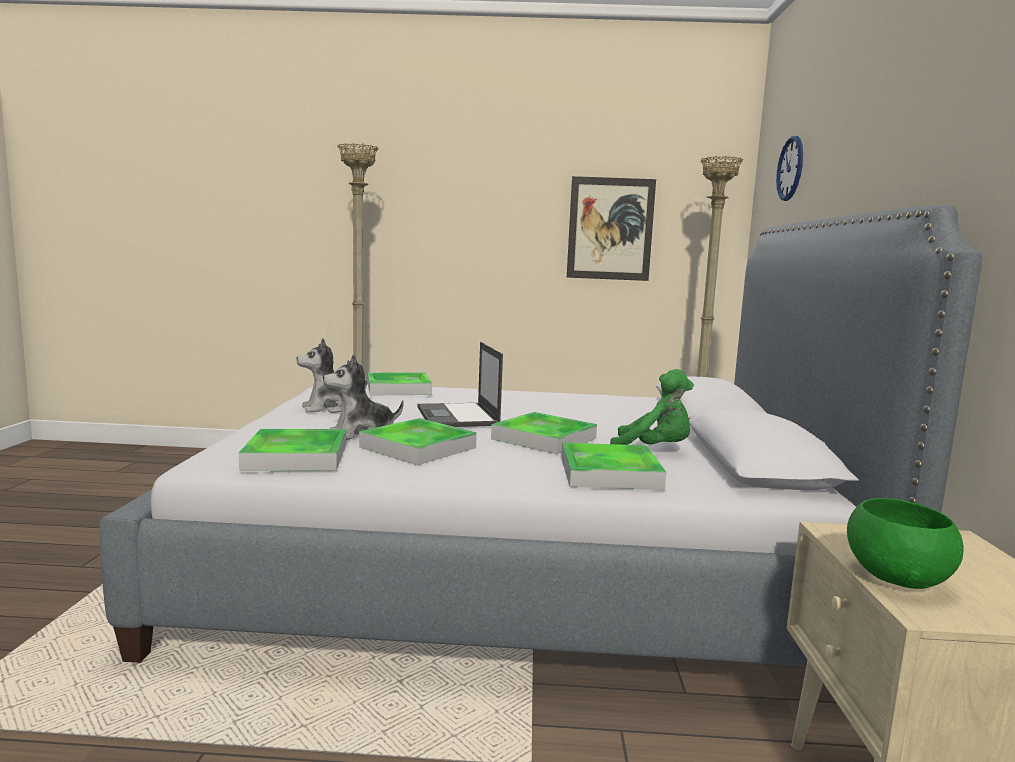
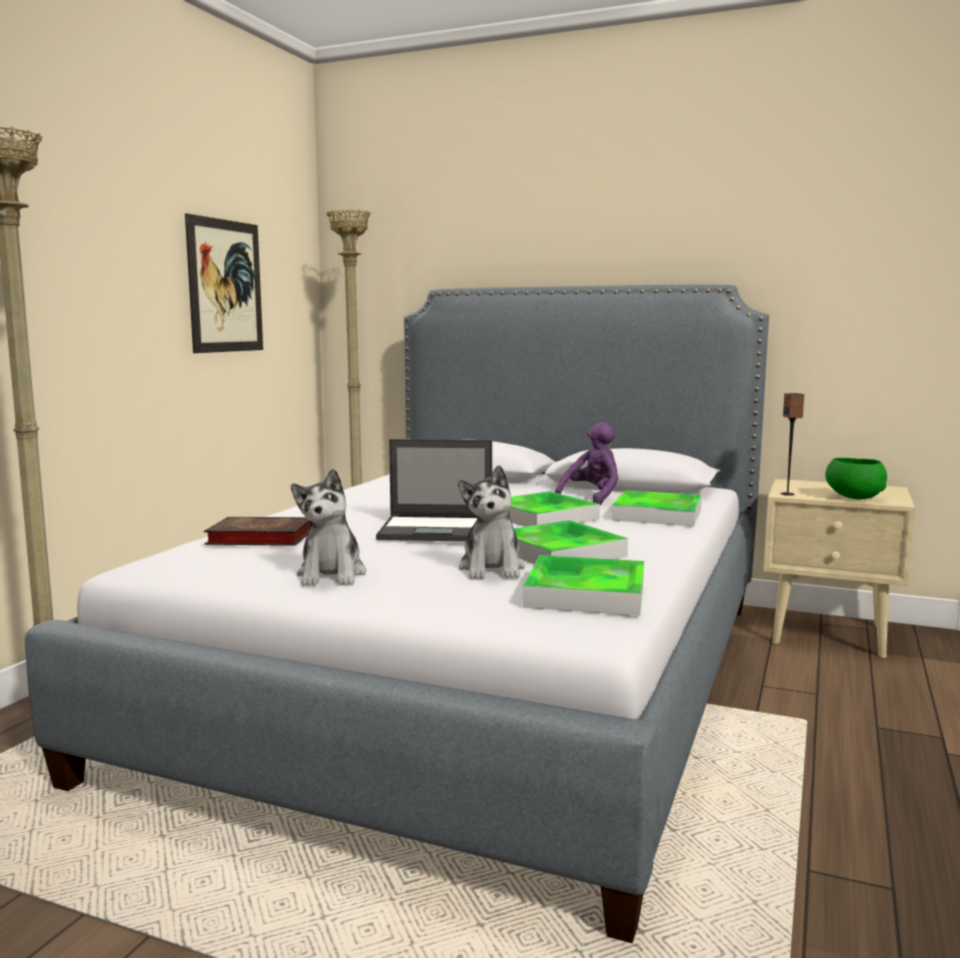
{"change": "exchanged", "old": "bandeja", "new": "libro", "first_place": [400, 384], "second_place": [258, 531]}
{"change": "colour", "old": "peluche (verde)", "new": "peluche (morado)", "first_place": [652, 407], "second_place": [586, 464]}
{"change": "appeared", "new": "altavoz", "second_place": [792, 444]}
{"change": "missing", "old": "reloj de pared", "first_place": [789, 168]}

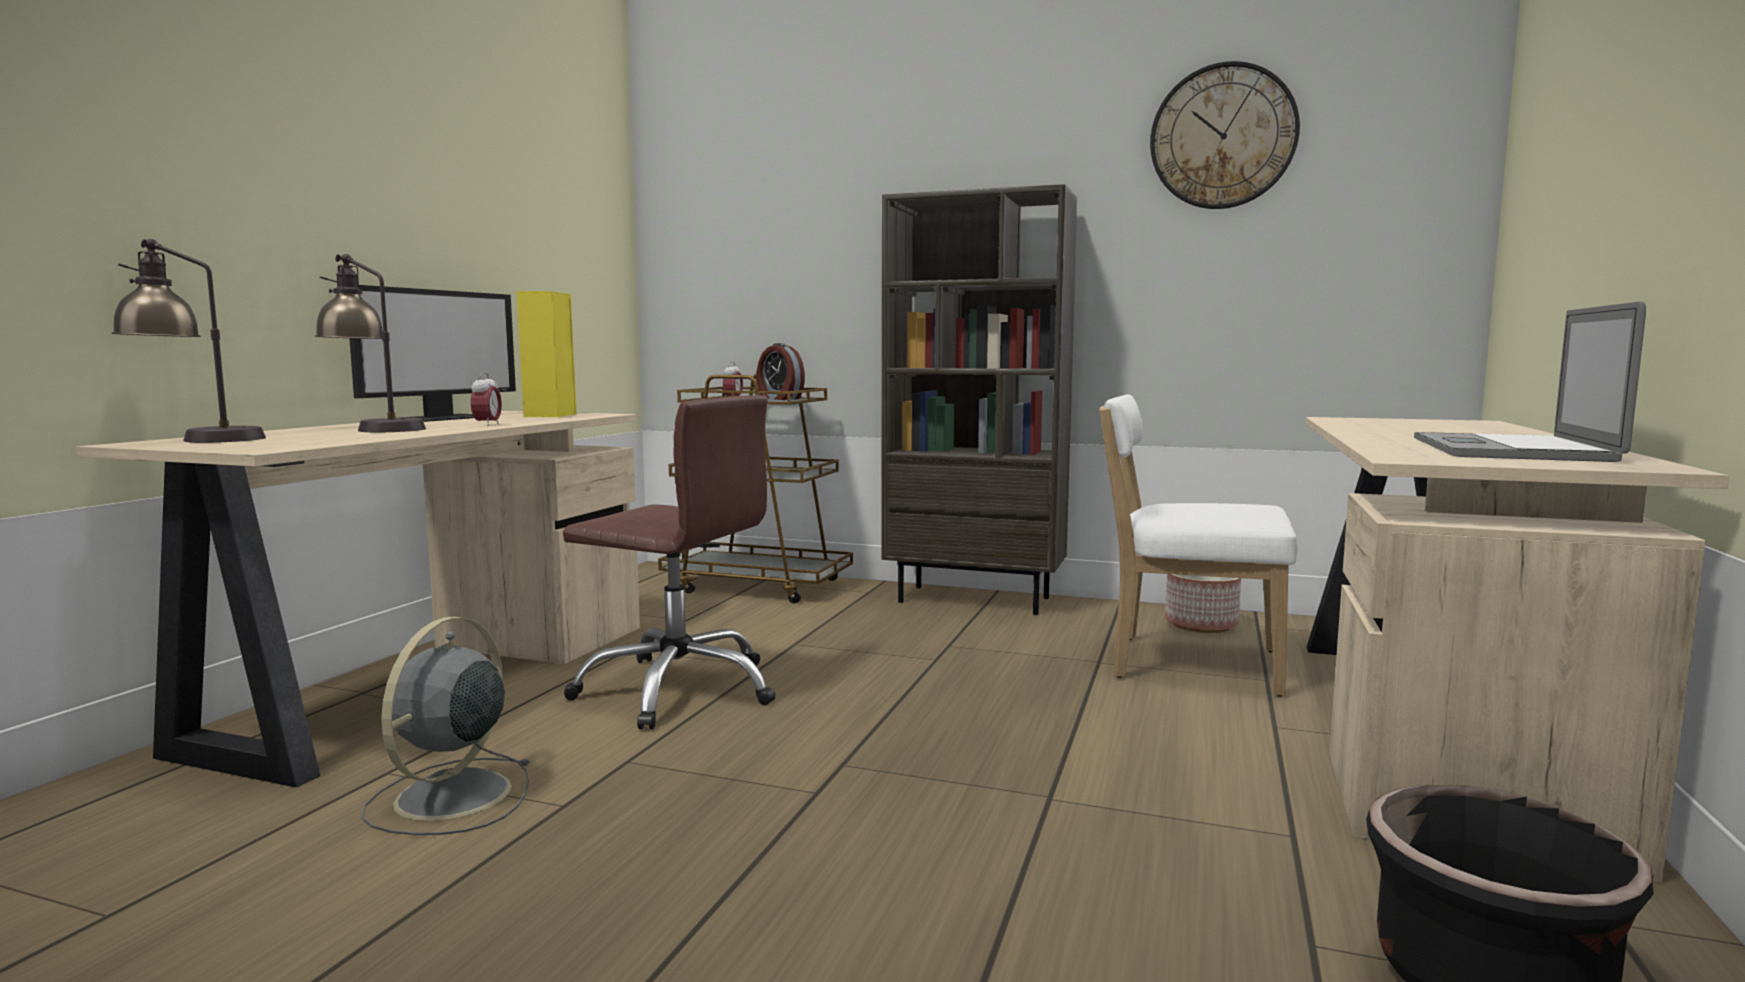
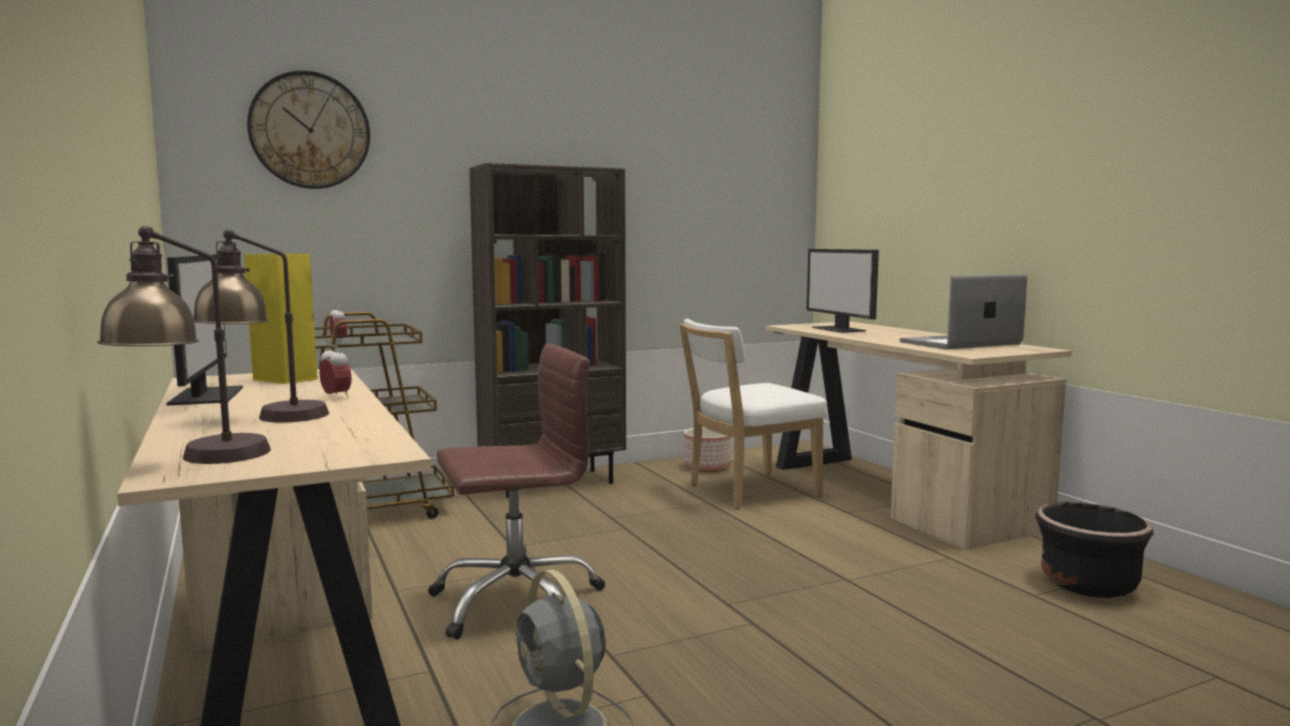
{"change": "relocated", "old": "reloj de pared", "first_place": [1225, 135], "second_place": [308, 130]}
{"change": "appeared", "new": "monitor", "second_place": [843, 291]}
{"change": "spun", "old": "portátil", "first_place": [1530, 382], "second_place": [963, 311], "degrees": 90}
{"change": "missing", "old": "despertador", "first_place": [780, 371]}

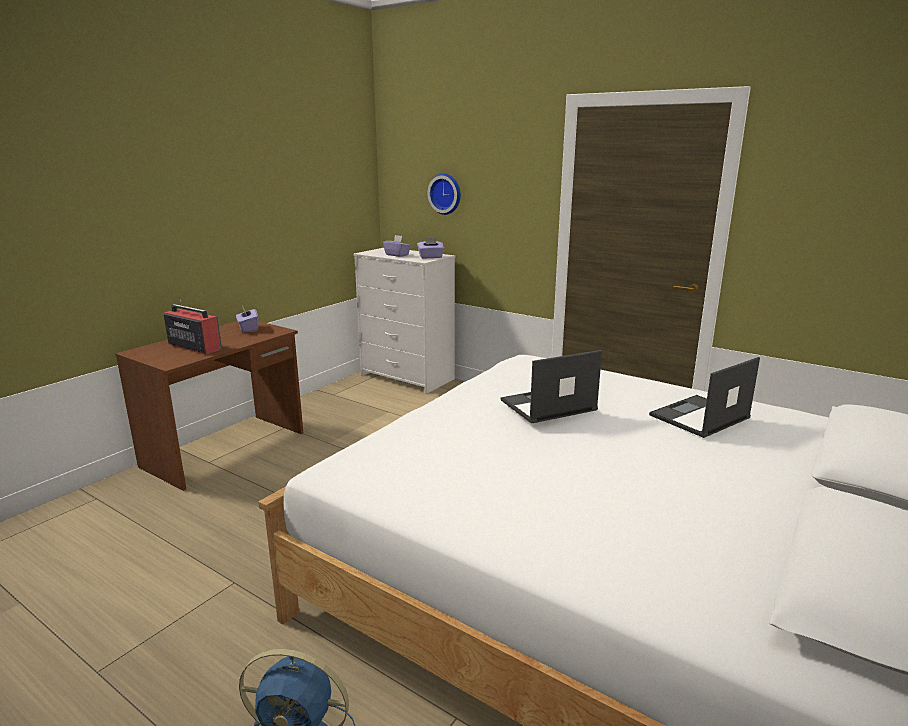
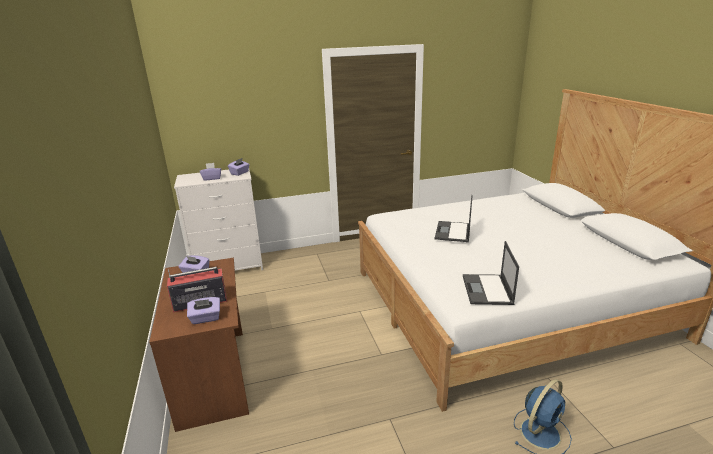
{"change": "appeared", "new": "caja de pañuelos (morado)", "second_place": [203, 310]}
{"change": "relocated", "old": "portátil", "first_place": [704, 397], "second_place": [491, 273]}
{"change": "missing", "old": "reloj de pared", "first_place": [444, 194]}

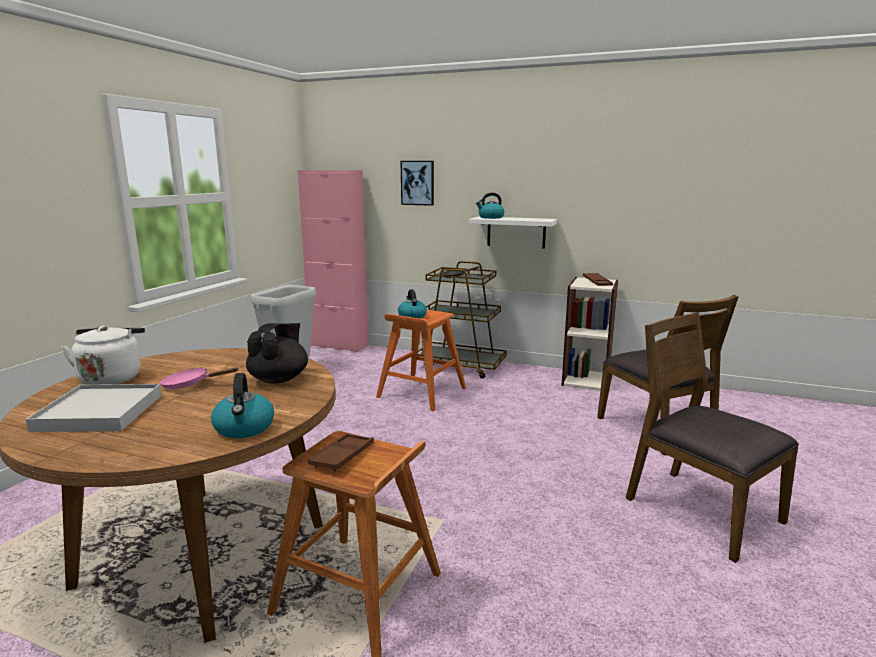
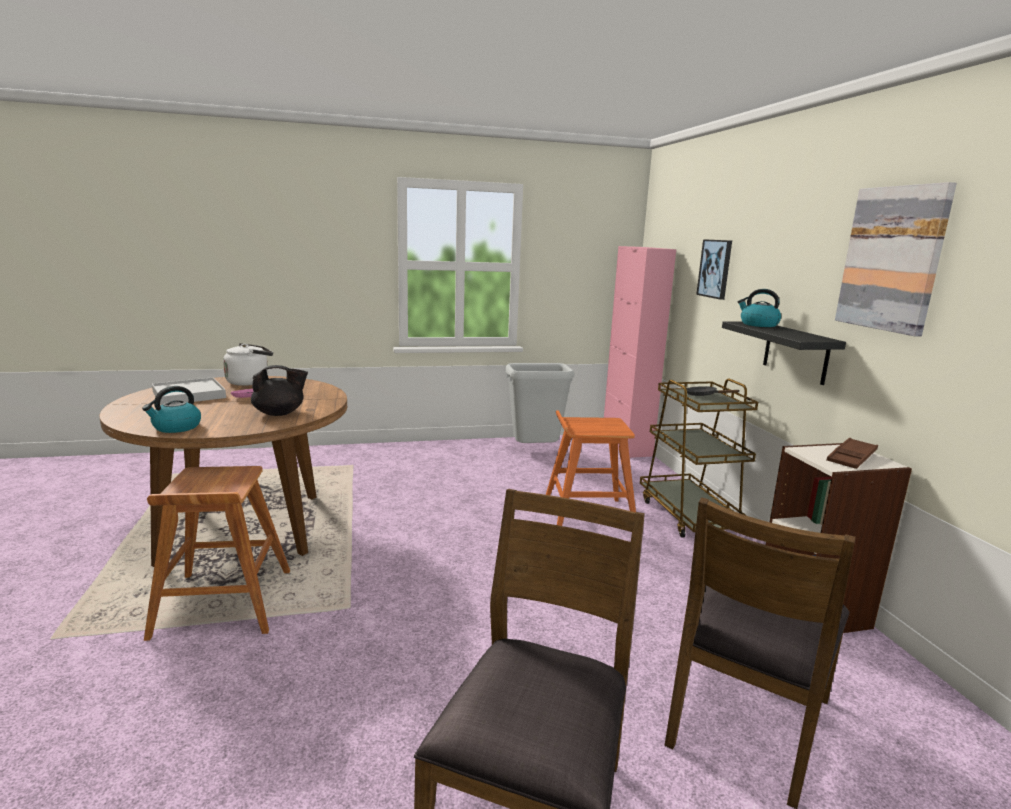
{"change": "colour", "old": "estante (blanco)", "new": "estante (negro)", "first_place": [513, 232], "second_place": [784, 353]}
{"change": "appeared", "new": "cuadro", "second_place": [896, 259]}
{"change": "missing", "old": "bandeja (marrón)", "first_place": [341, 452]}
{"change": "missing", "old": "hervidor", "first_place": [412, 304]}

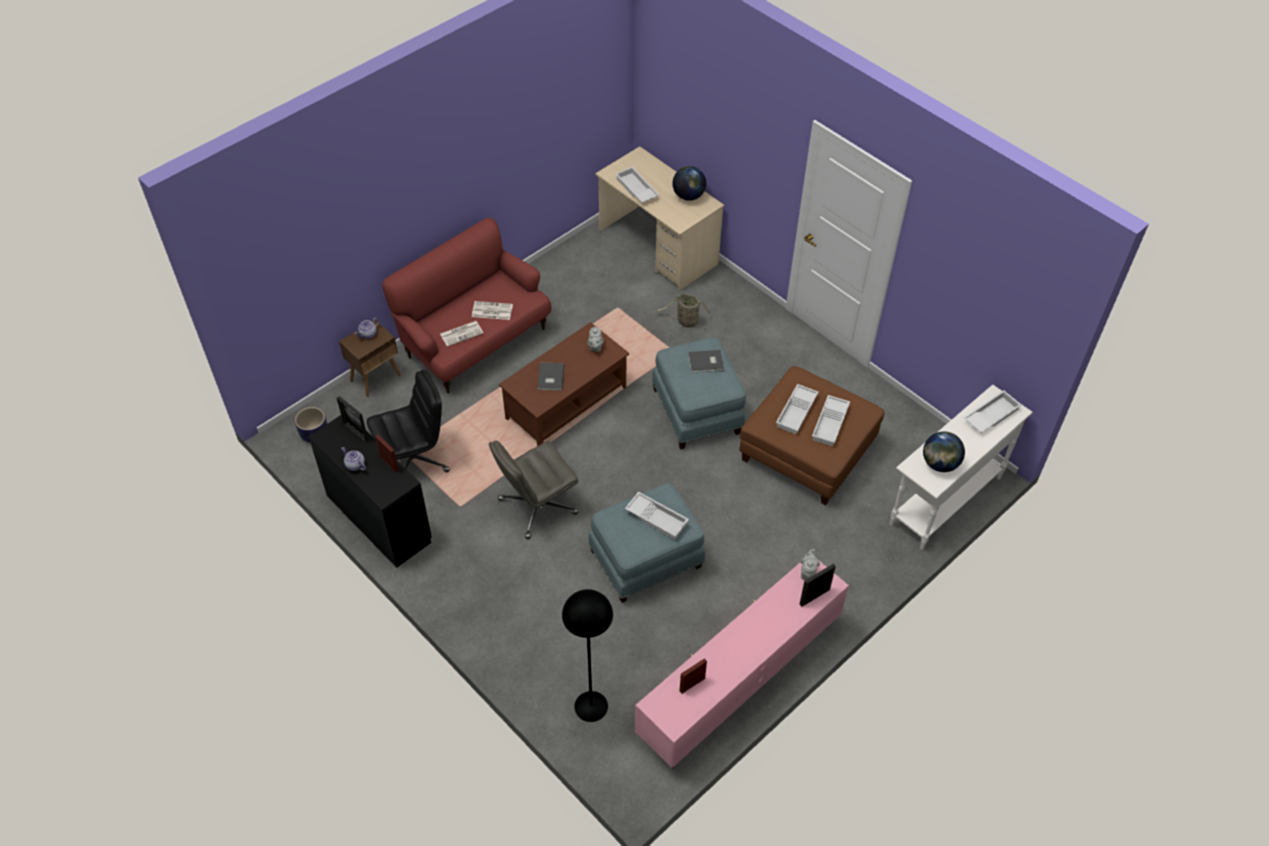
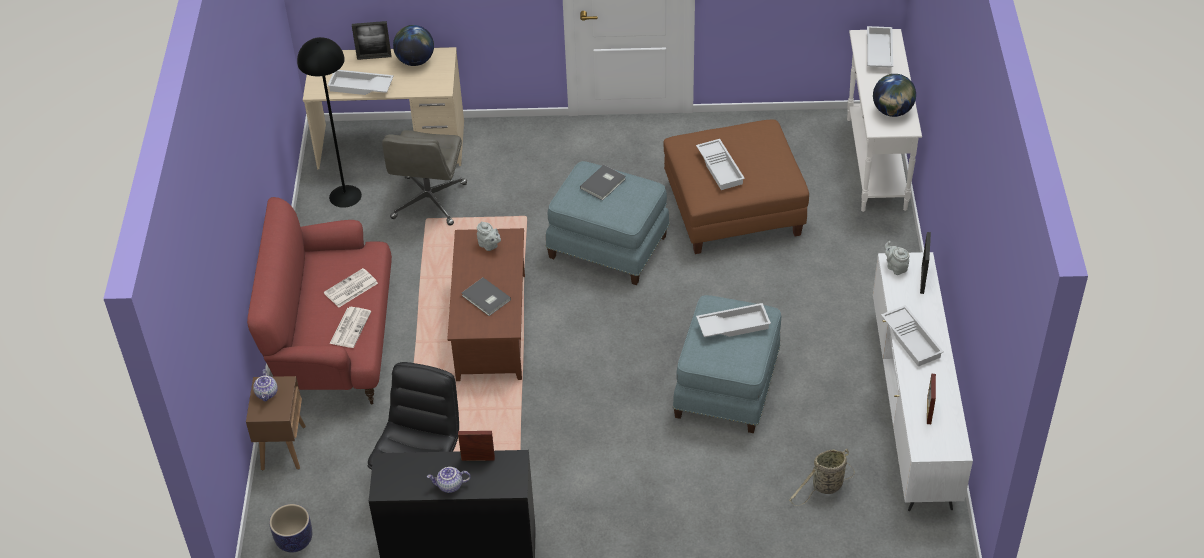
{"change": "relocated", "old": "lámpara de pie (negro)", "first_place": [587, 655], "second_place": [329, 122]}
{"change": "relocated", "old": "portarretratos", "first_place": [352, 419], "second_place": [371, 40]}
{"change": "relocated", "old": "silla de oficina (gris)", "first_place": [533, 489], "second_place": [424, 178]}
{"change": "relocated", "old": "cesta", "first_place": [683, 311], "second_place": [822, 477]}
{"change": "colour", "old": "mueble de televisión (rosa)", "new": "mueble de televisión (blanco)", "first_place": [742, 665], "second_place": [923, 381]}
{"change": "relocated", "old": "bandeja (blanco)", "first_place": [831, 420], "second_place": [912, 336]}

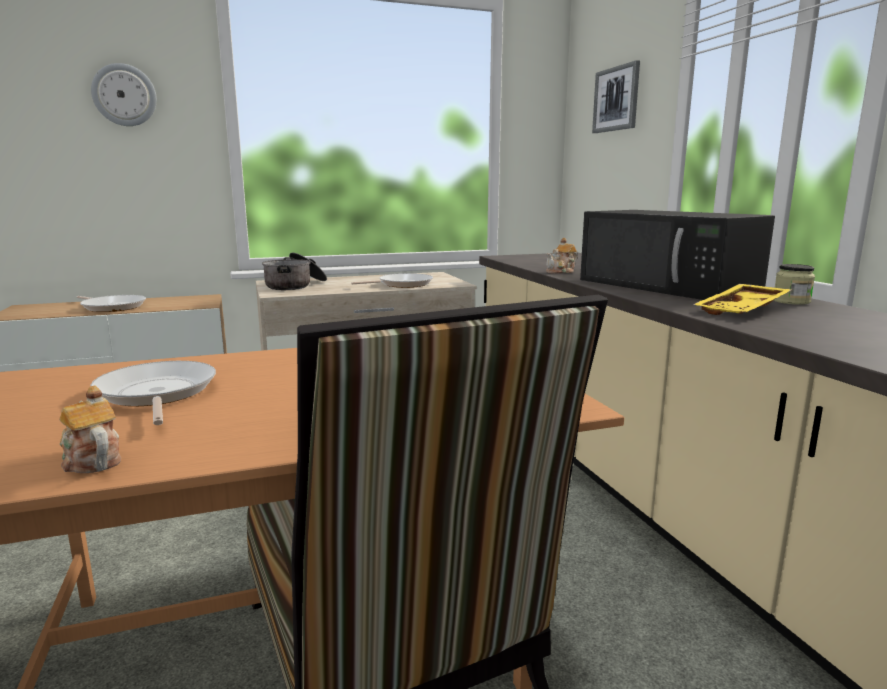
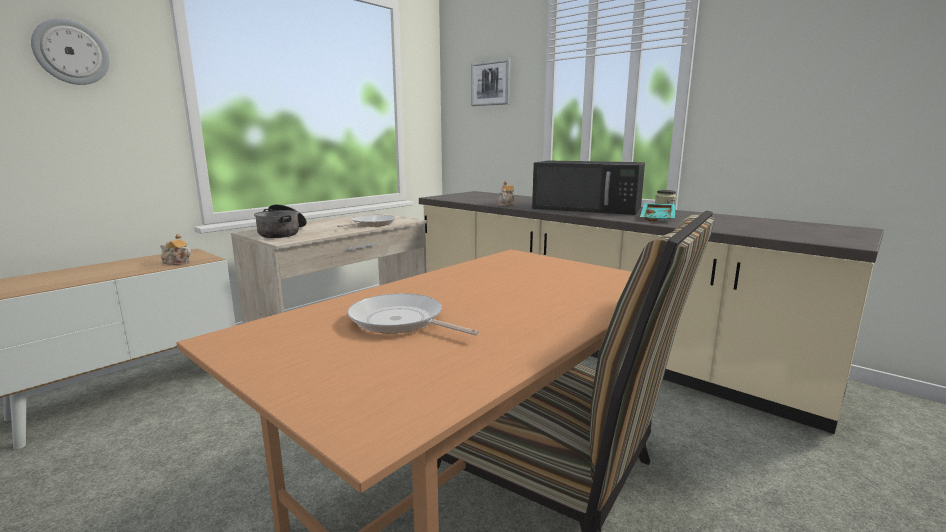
{"change": "relocated", "old": "tetera", "first_place": [90, 429], "second_place": [175, 249]}
{"change": "colour", "old": "bandeja (amarillo)", "new": "bandeja (turquesa)", "first_place": [742, 299], "second_place": [658, 212]}
{"change": "missing", "old": "sartén", "first_place": [111, 303]}

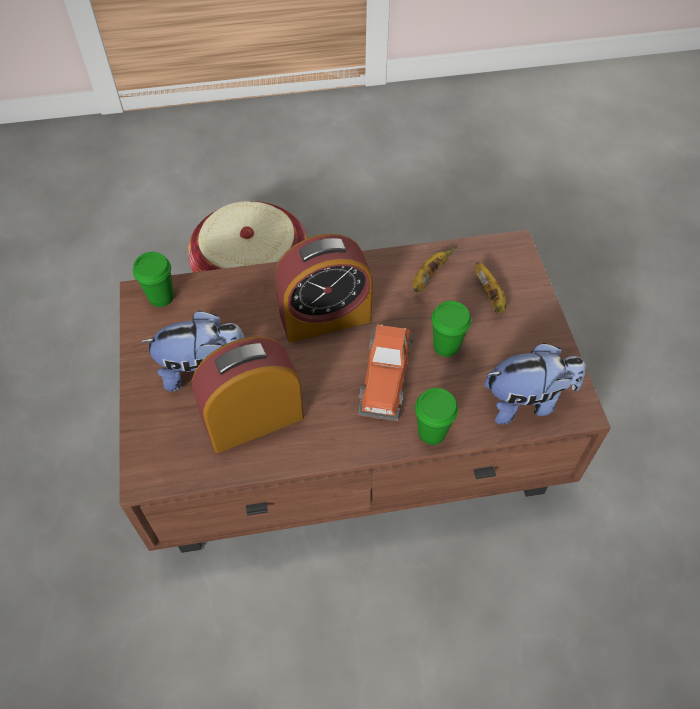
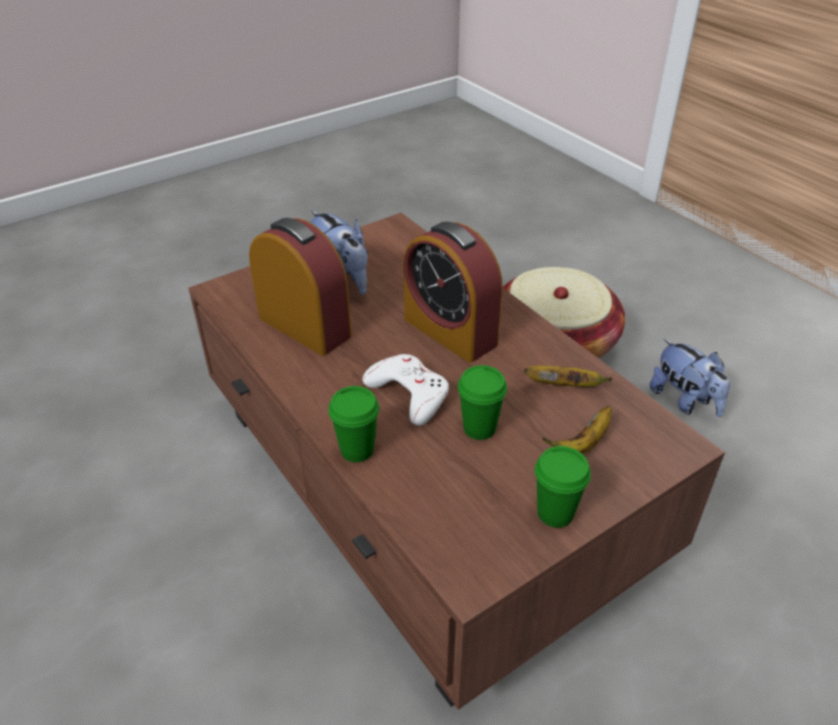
{"change": "exchanged", "old": "coche de juguete", "new": "mando de consola (blanco)", "first_place": [386, 373], "second_place": [405, 390]}
{"change": "relocated", "old": "taza (verde)", "first_place": [153, 279], "second_place": [563, 487]}
{"change": "relocated", "old": "peluche", "first_place": [535, 384], "second_place": [690, 378]}

